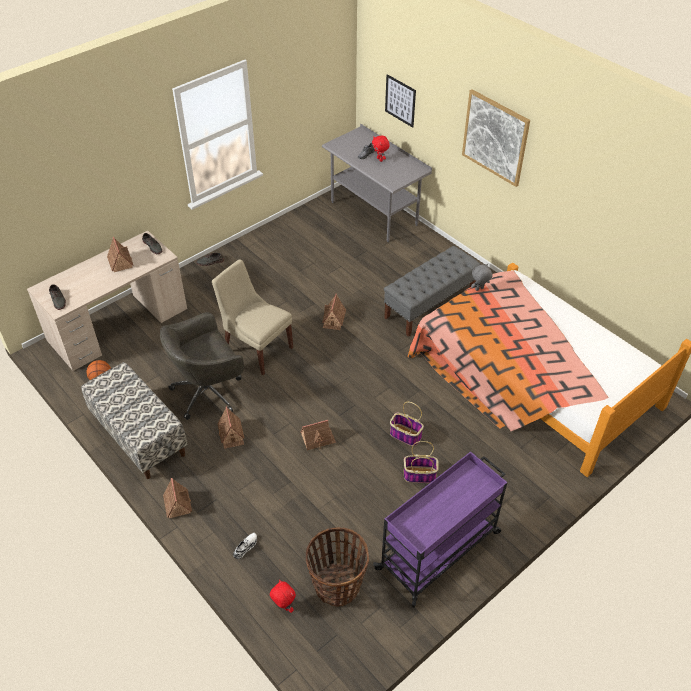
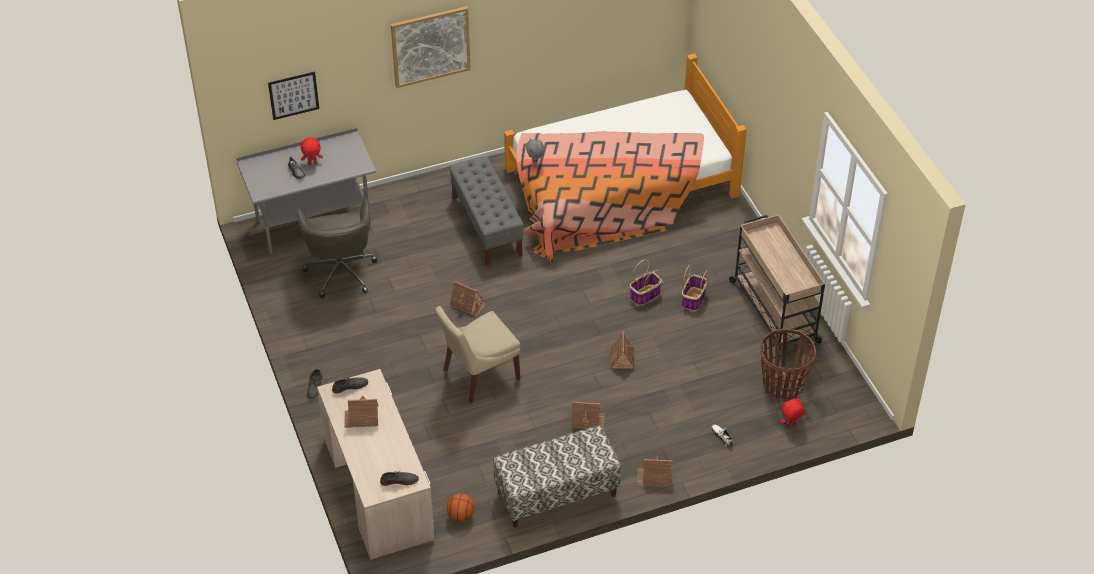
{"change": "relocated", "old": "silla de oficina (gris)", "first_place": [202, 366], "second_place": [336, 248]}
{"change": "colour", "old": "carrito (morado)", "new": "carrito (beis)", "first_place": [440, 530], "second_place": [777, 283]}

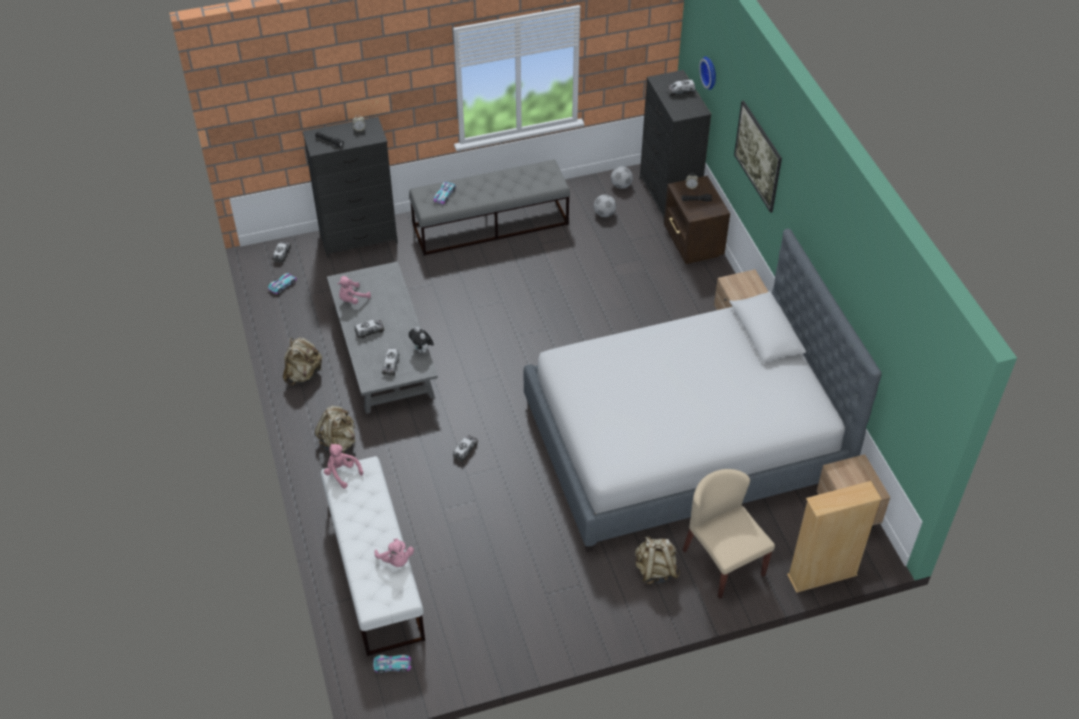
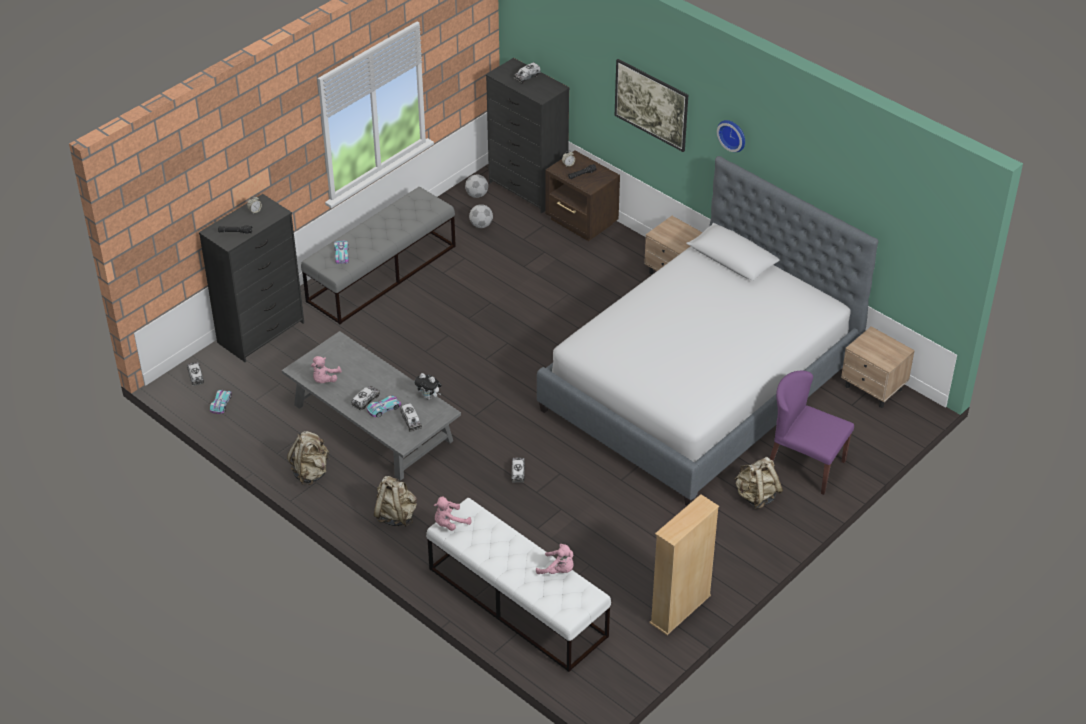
{"change": "relocated", "old": "coche de juguete", "first_place": [392, 664], "second_place": [384, 406]}
{"change": "spun", "old": "peluche (rosa)", "first_place": [343, 466], "second_place": [453, 514], "degrees": -45}
{"change": "relocated", "old": "estantería (beis)", "first_place": [834, 537], "second_place": [684, 564]}
{"change": "relocated", "old": "reloj de pared", "first_place": [707, 73], "second_place": [731, 136]}
{"change": "colour", "old": "silla (beis)", "new": "silla (morado)", "first_place": [729, 534], "second_place": [812, 433]}

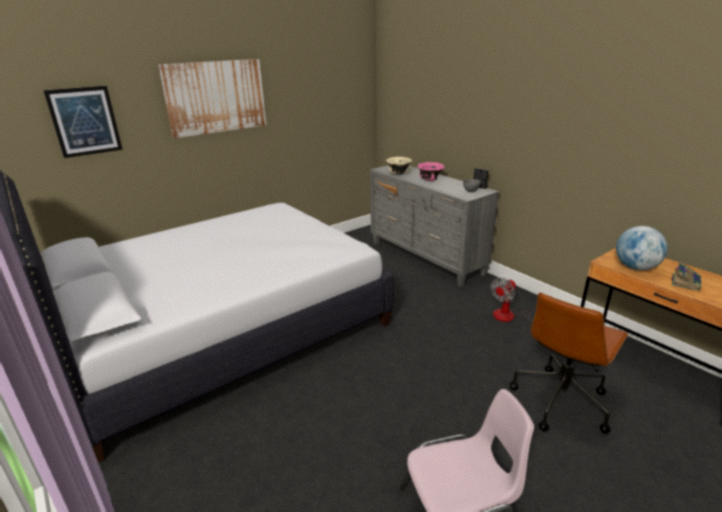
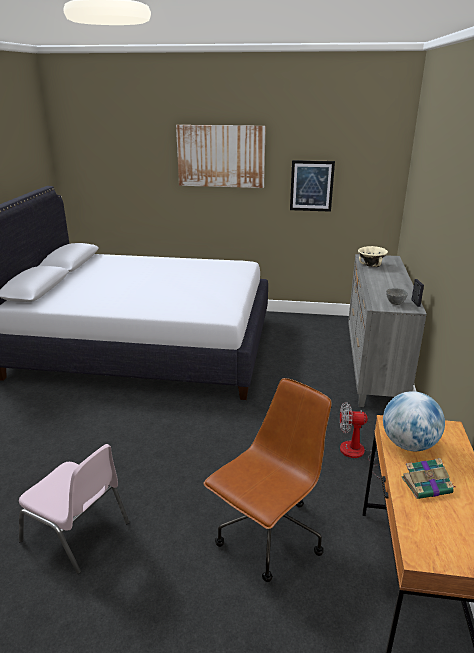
{"change": "spun", "old": "silla de oficina (marrón)", "first_place": [569, 363], "second_place": [267, 480], "degrees": 135}
{"change": "relocated", "old": "cuadro", "first_place": [83, 122], "second_place": [312, 186]}
{"change": "missing", "old": "cuenco (rosa)", "first_place": [431, 172]}

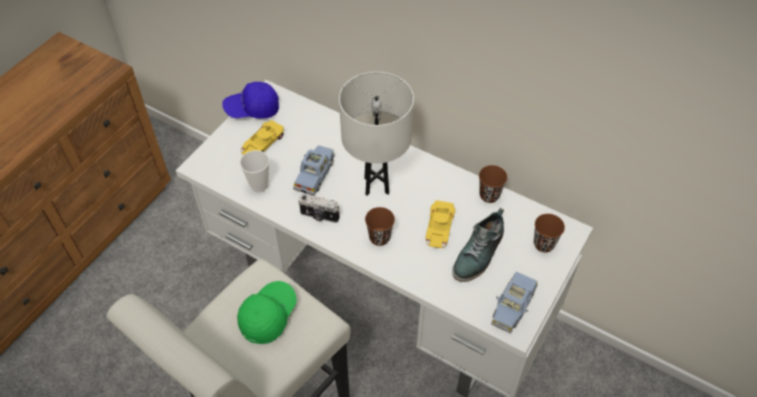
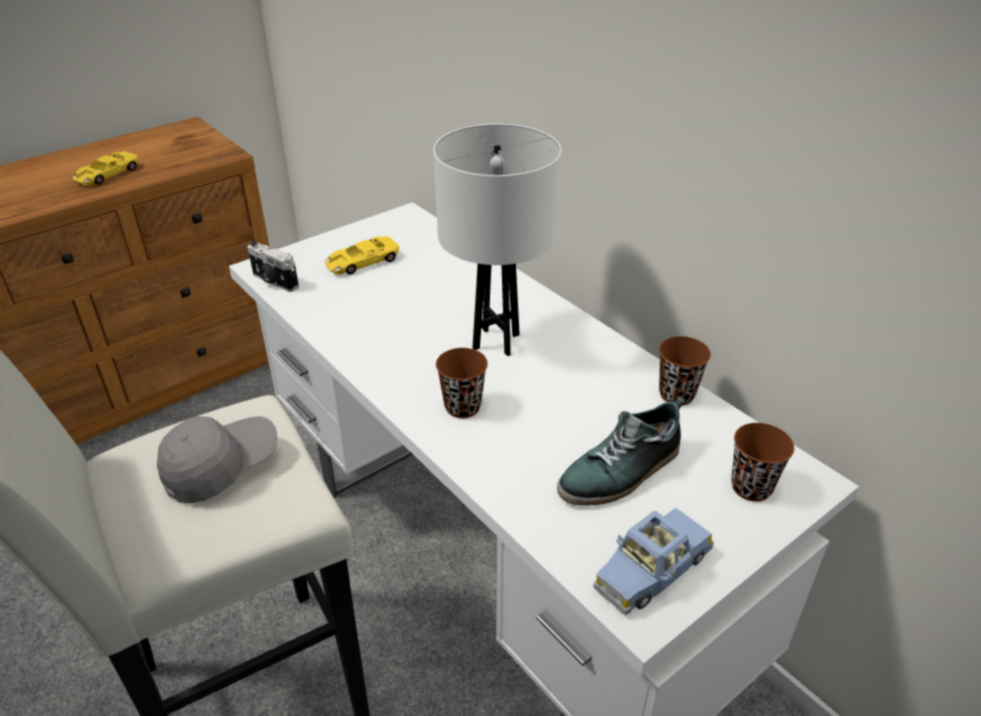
{"change": "relocated", "old": "coche de juguete (amarillo)", "first_place": [440, 224], "second_place": [105, 168]}
{"change": "colour", "old": "gorra (verde)", "new": "gorra (gris)", "first_place": [267, 312], "second_place": [217, 459]}
{"change": "relocated", "old": "cámara", "first_place": [319, 208], "second_place": [273, 266]}
{"change": "missing", "old": "gorra (azul)", "first_place": [250, 100]}
{"change": "missing", "old": "taza", "first_place": [254, 171]}
{"change": "missing", "old": "coche de juguete (azul)", "first_place": [314, 170]}

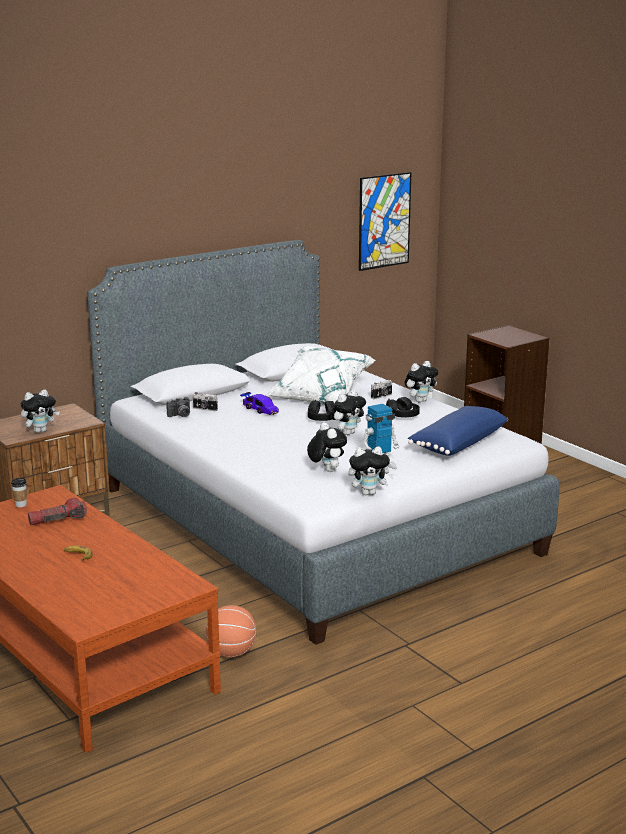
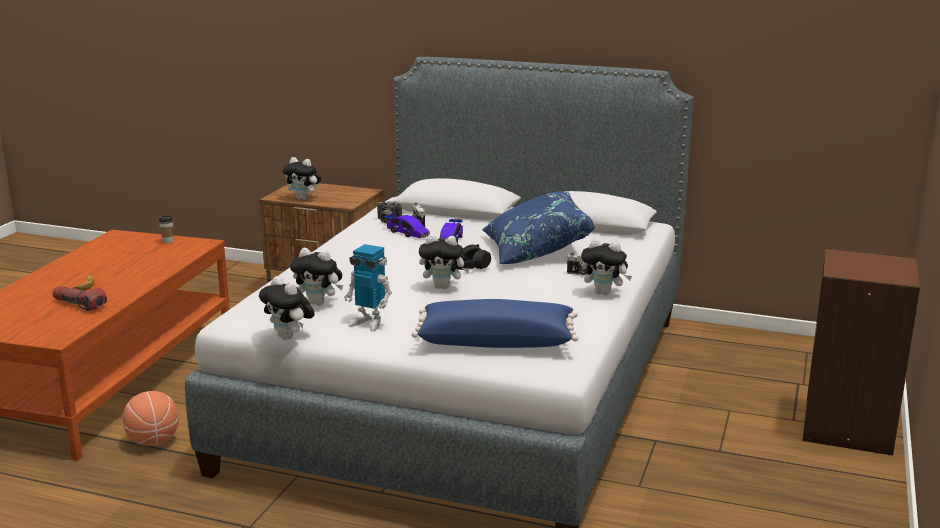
{"change": "relocated", "old": "linterna", "first_place": [57, 511], "second_place": [79, 298]}
{"change": "spun", "old": "peluche", "first_place": [327, 447], "second_place": [316, 277], "degrees": 75}
{"change": "appeared", "new": "coche de juguete", "second_place": [407, 225]}
{"change": "colour", "old": "cojín (blanco)", "new": "cojín (azul)", "first_place": [321, 375], "second_place": [538, 227]}
{"change": "missing", "old": "cuadro", "first_place": [385, 221]}
{"change": "missing", "old": "auriculares (negro)", "first_place": [403, 407]}

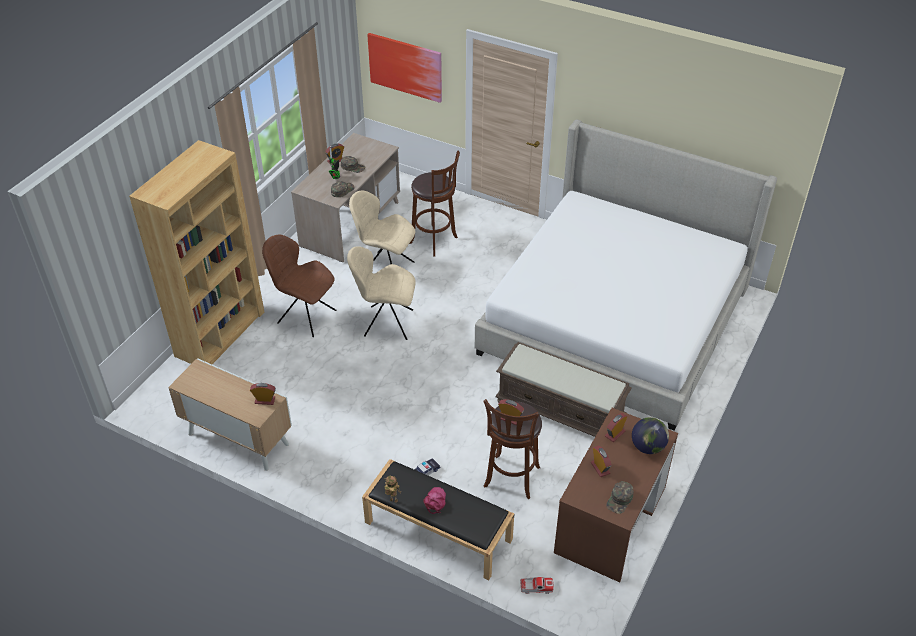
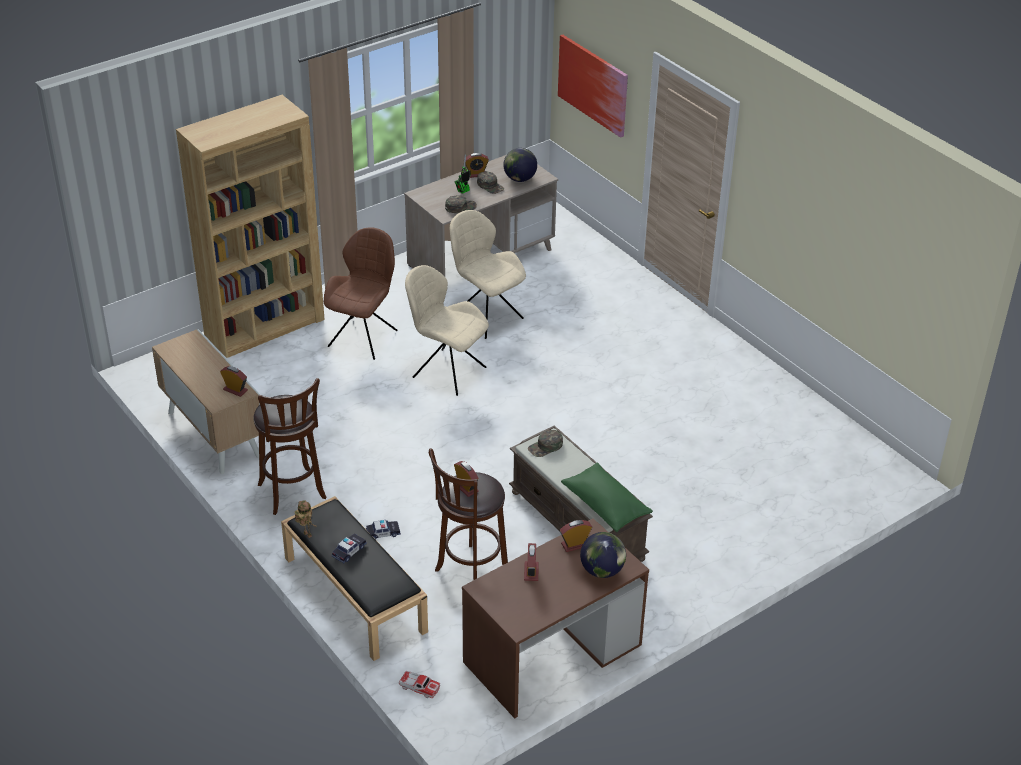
{"change": "relocated", "old": "taburete (marrón)", "first_place": [434, 204], "second_place": [290, 446]}
{"change": "spun", "old": "silla (marrón)", "first_place": [299, 285], "second_place": [361, 293], "degrees": 60}
{"change": "exchanged", "old": "gorra (rosa)", "new": "coche de juguete", "first_place": [434, 500], "second_place": [349, 548]}
{"change": "appeared", "new": "globo terráqueo", "second_place": [520, 165]}
{"change": "relocated", "old": "gorra (verde)", "first_place": [620, 497], "second_place": [545, 443]}
{"change": "appeared", "new": "cojín (verde)", "second_place": [607, 497]}
{"change": "missing", "old": "cama", "first_place": [626, 275]}

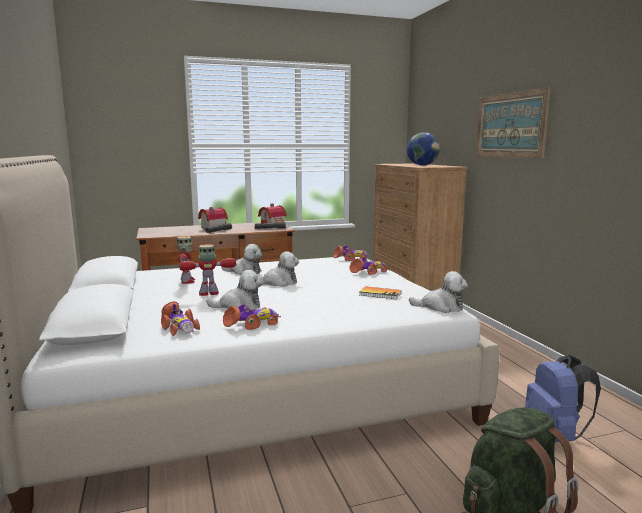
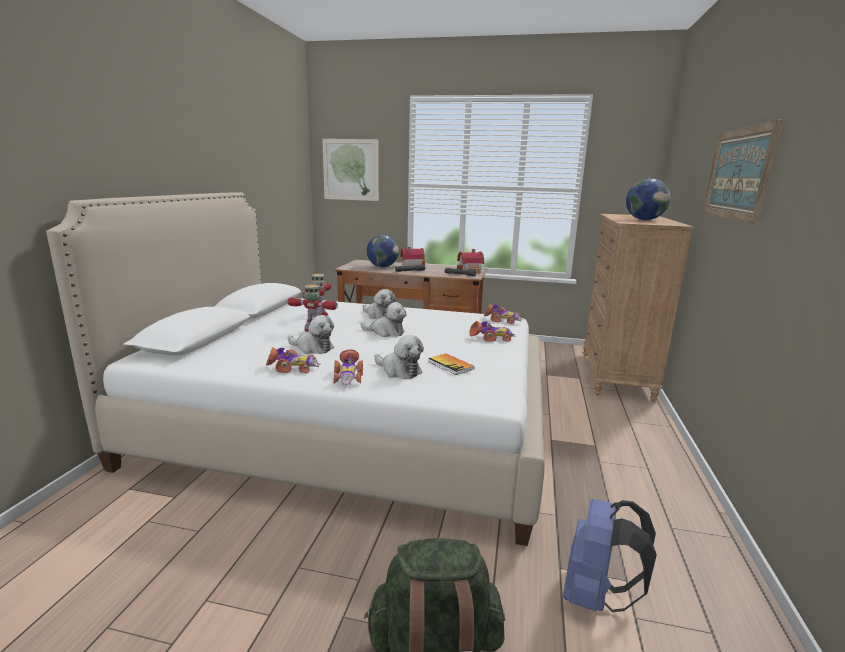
{"change": "appeared", "new": "cuadro", "second_place": [350, 170]}
{"change": "relocated", "old": "coche de juguete", "first_place": [180, 318], "second_place": [348, 367]}
{"change": "appeared", "new": "globo terráqueo", "second_place": [383, 251]}
{"change": "relocated", "old": "peluche", "first_place": [438, 292], "second_place": [399, 357]}

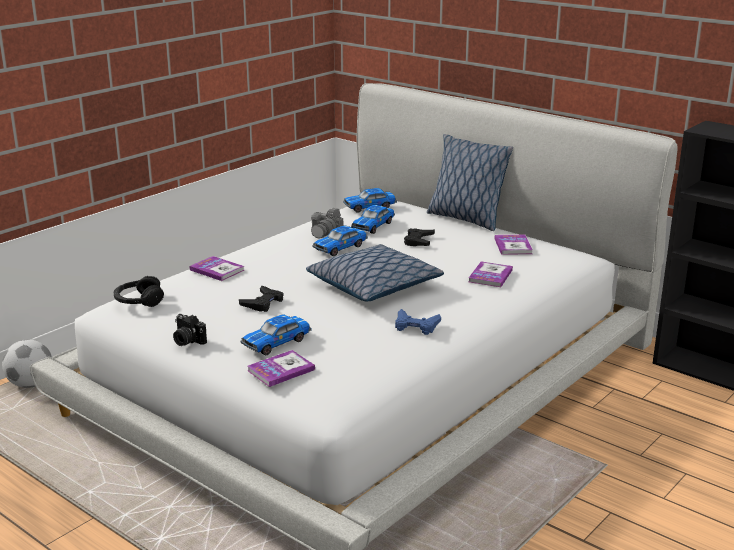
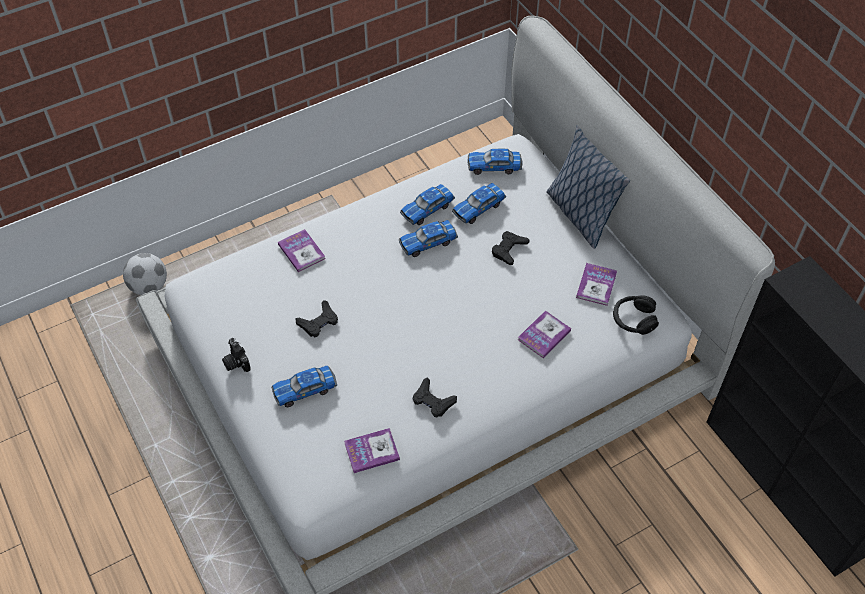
{"change": "relocated", "old": "libro", "first_place": [281, 368], "second_place": [372, 450]}
{"change": "exchanged", "old": "cámara", "new": "coche de juguete", "first_place": [327, 223], "second_place": [427, 204]}
{"change": "colour", "old": "mando de consola (azul)", "new": "mando de consola (negro)", "first_place": [418, 322], "second_place": [435, 397]}
{"change": "relocated", "old": "auriculares (negro)", "first_place": [139, 291], "second_place": [636, 315]}
{"change": "missing", "old": "cojín", "first_place": [375, 272]}

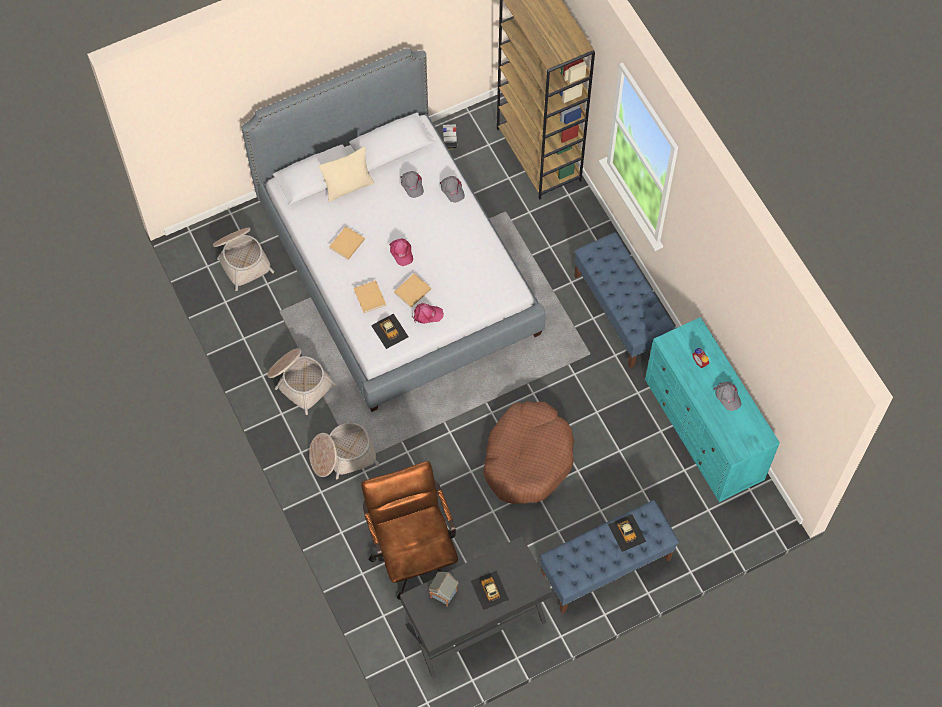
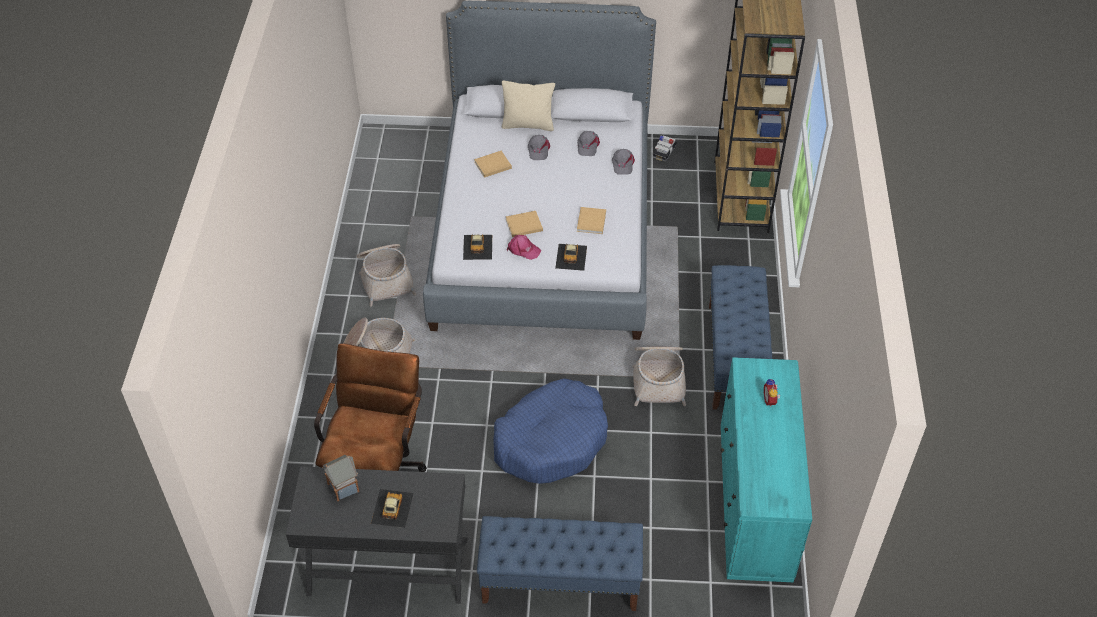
{"change": "colour", "old": "cama para perro (marrón)", "new": "cama para perro (azul)", "first_place": [528, 452], "second_place": [550, 431]}
{"change": "relocated", "old": "gorra (gris)", "first_place": [727, 396], "second_place": [539, 147]}
{"change": "relocated", "old": "coche de juguete", "first_place": [627, 533], "second_place": [571, 257]}
{"change": "relocated", "old": "libro (beis)", "first_place": [370, 296], "second_place": [591, 220]}
{"change": "relocated", "old": "cesta", "first_place": [243, 259], "second_place": [659, 376]}
{"change": "missing", "old": "gorra (rosa)", "first_place": [401, 252]}

